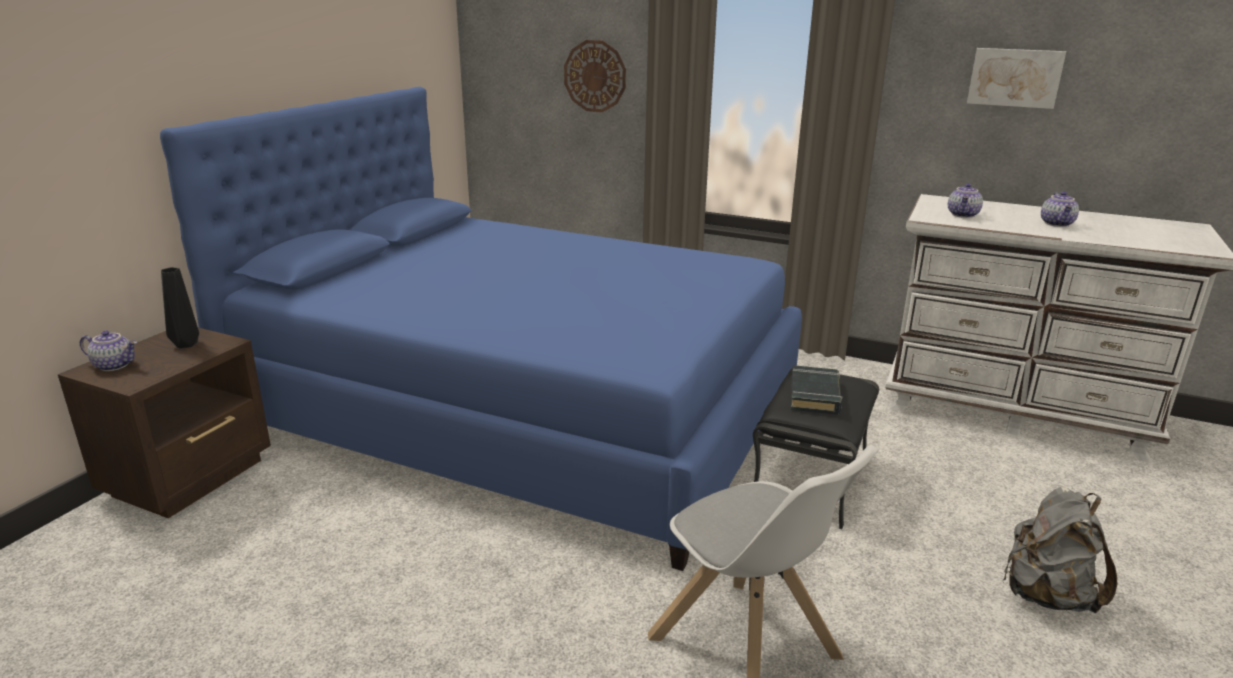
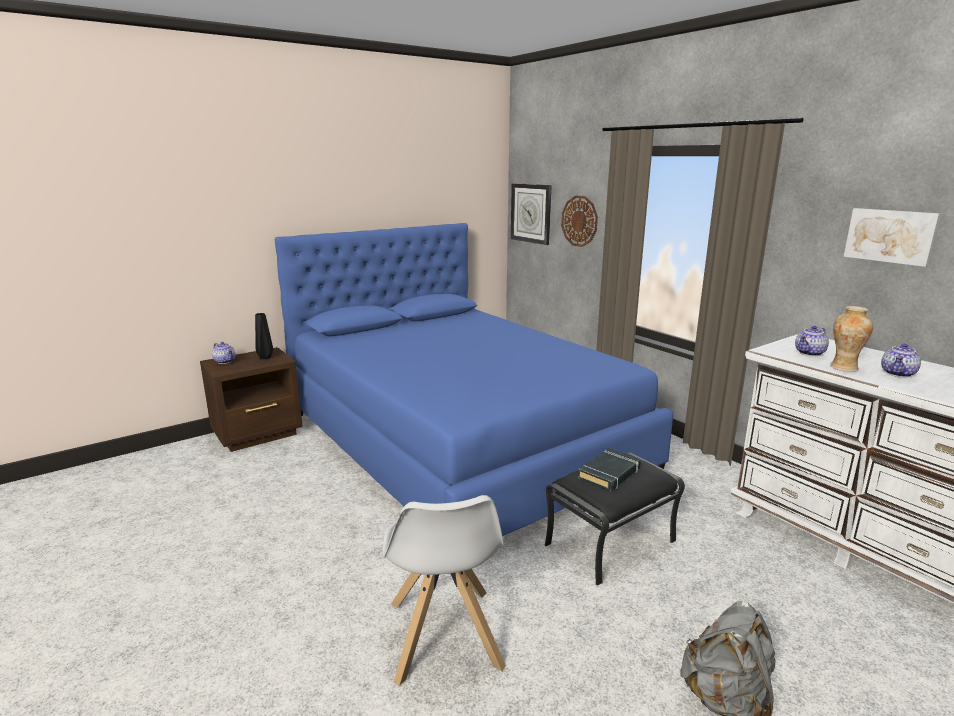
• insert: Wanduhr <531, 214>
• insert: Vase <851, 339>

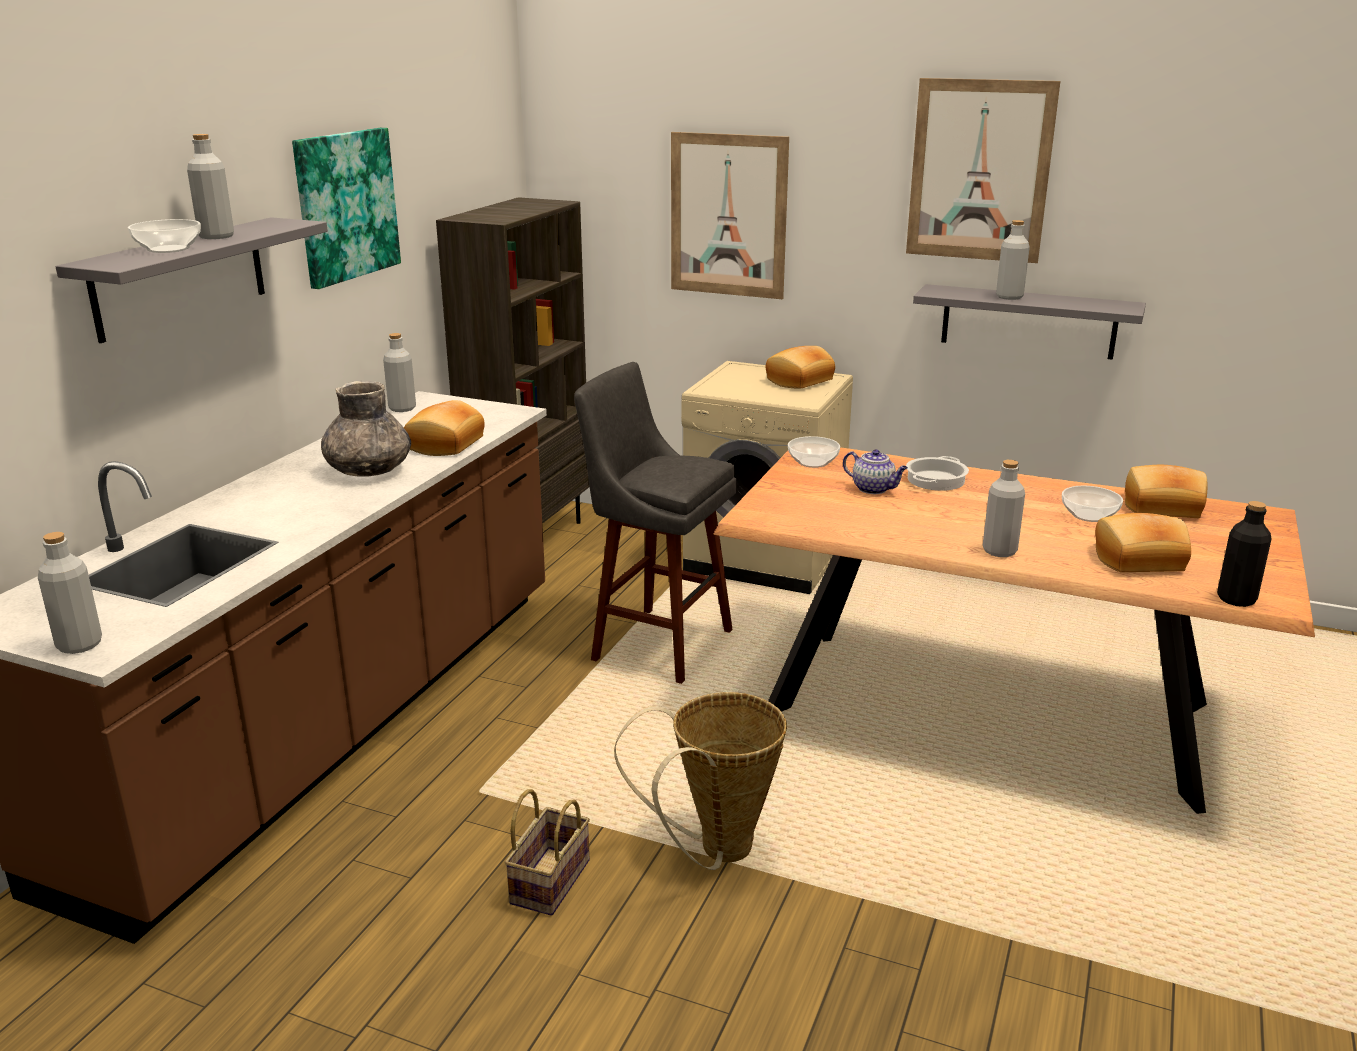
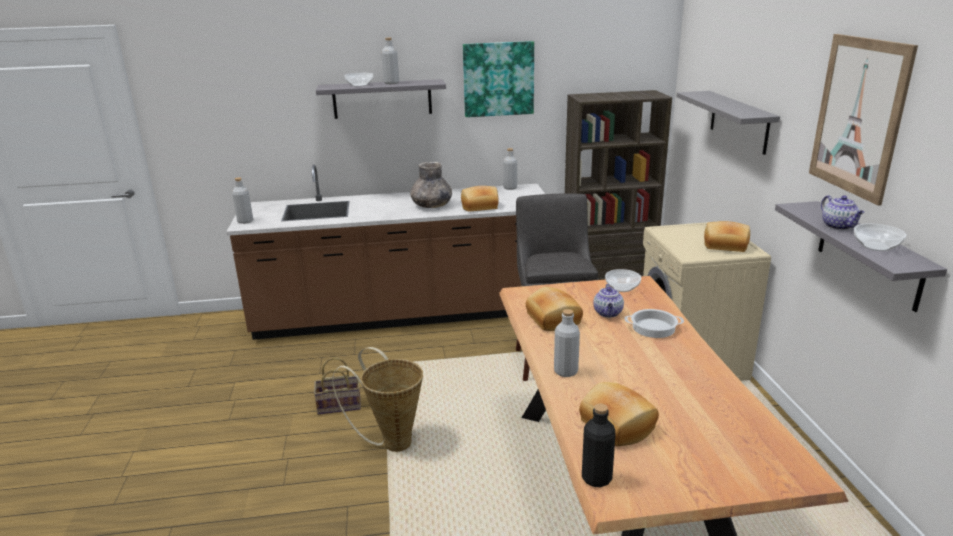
• replace: Bild <730, 215> to Wandregal [grau] <728, 123>
• replace: Flasche [grau] <1013, 260> to Teekanne <843, 212>
• move: Brot <1166, 491> to <554, 309>
• move: Schüssel <1092, 504> to <880, 237>

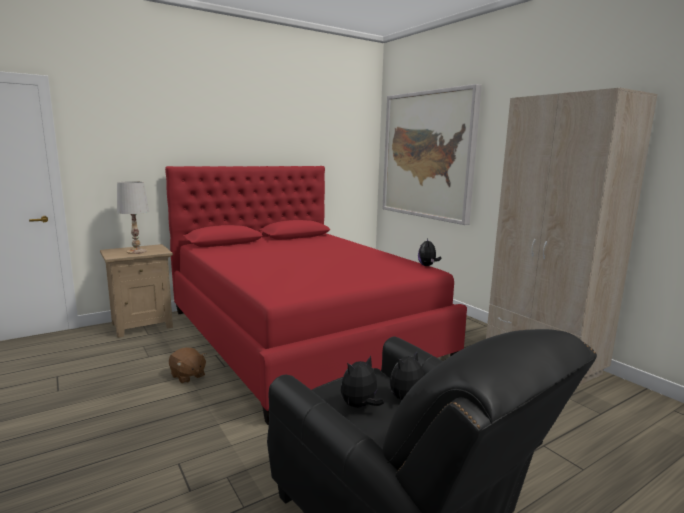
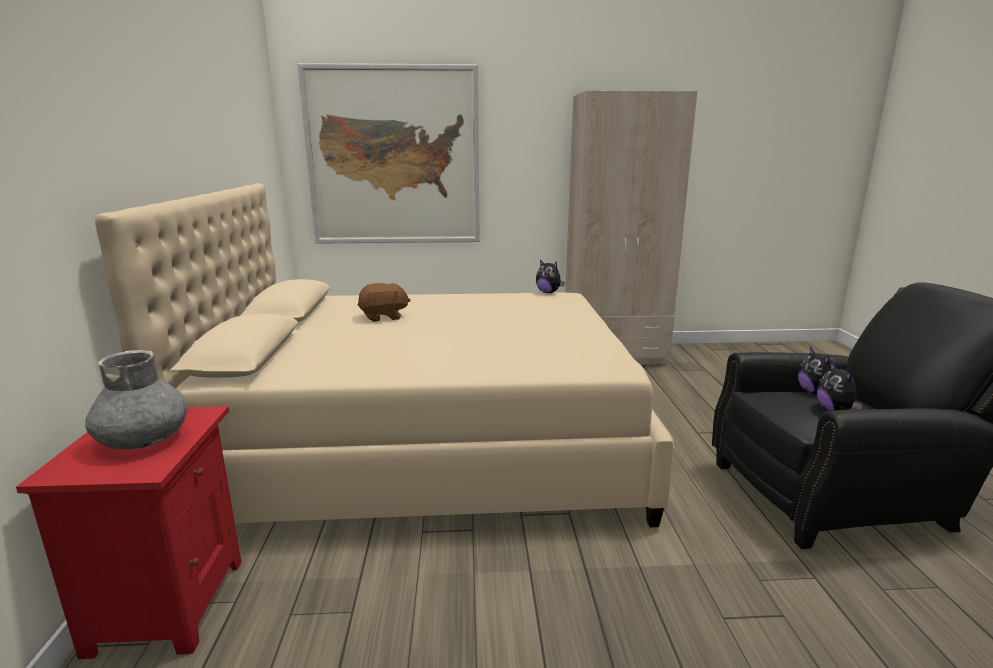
• recolor: Bett [rot] <316, 295> to Bett [beige] <384, 355>
• replace: Tischlampe [weiß] <133, 217> to Vase [grau] <136, 400>
• recolor: Nachttisch [beige] <136, 291> to Nachttisch [rot] <128, 532>
• move: Plüschtier [braun] <188, 365> to <384, 302>

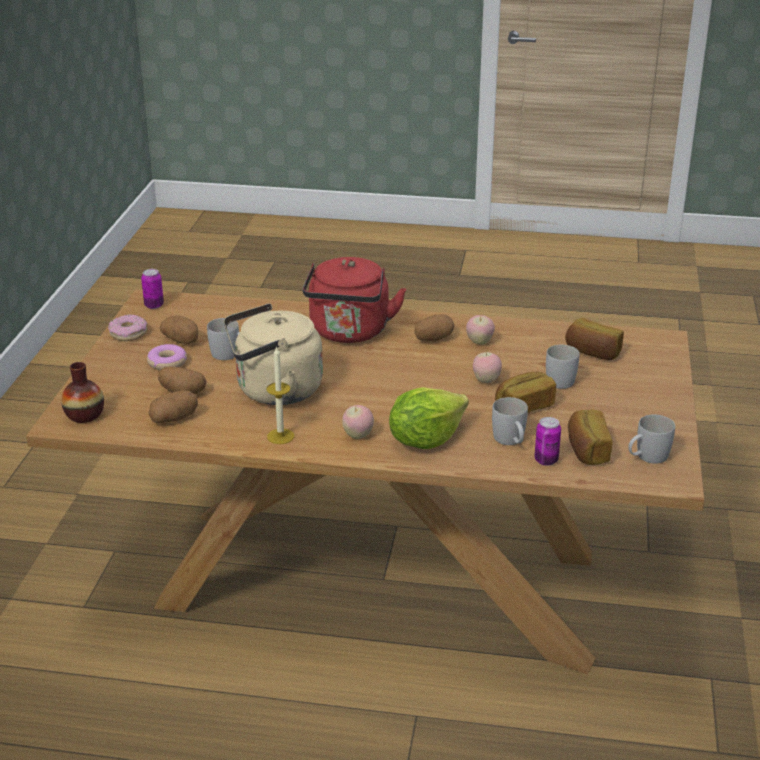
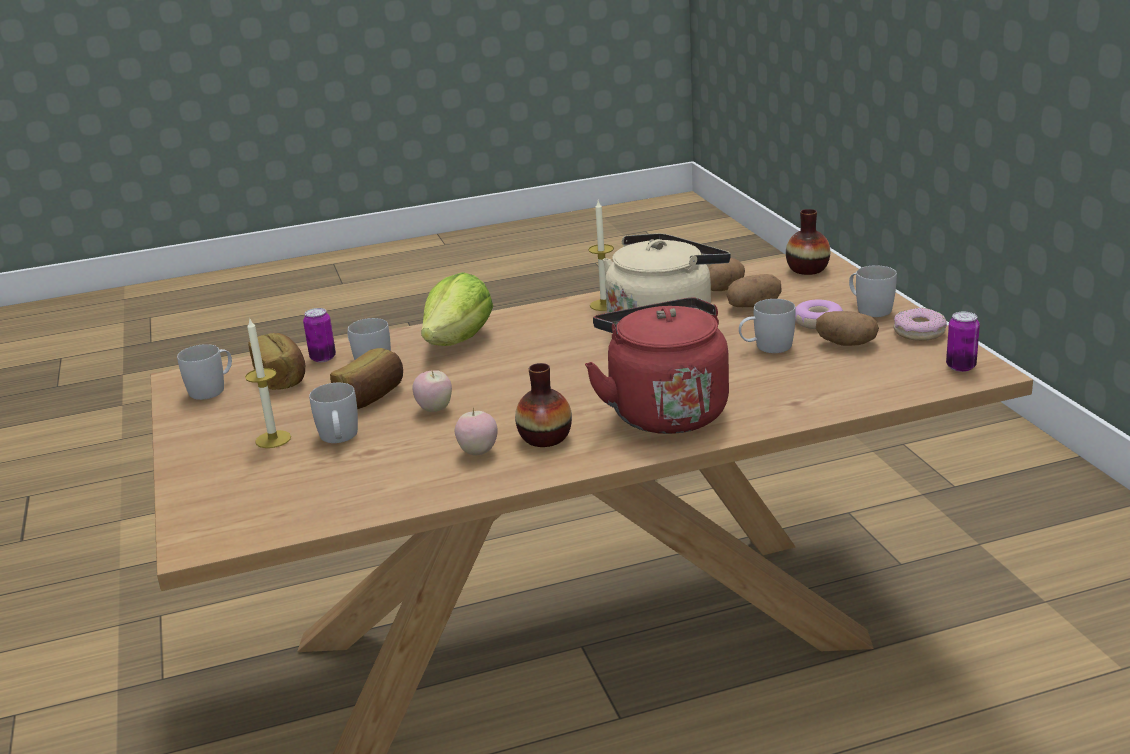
• replace: Kartoffel <434, 327> to Vase <543, 405>
• delete: Brot <594, 339>
• delete: Apfel <358, 422>
• insert: Henkelbecher [weiß] <873, 291>
• insert: Kerze <268, 382>

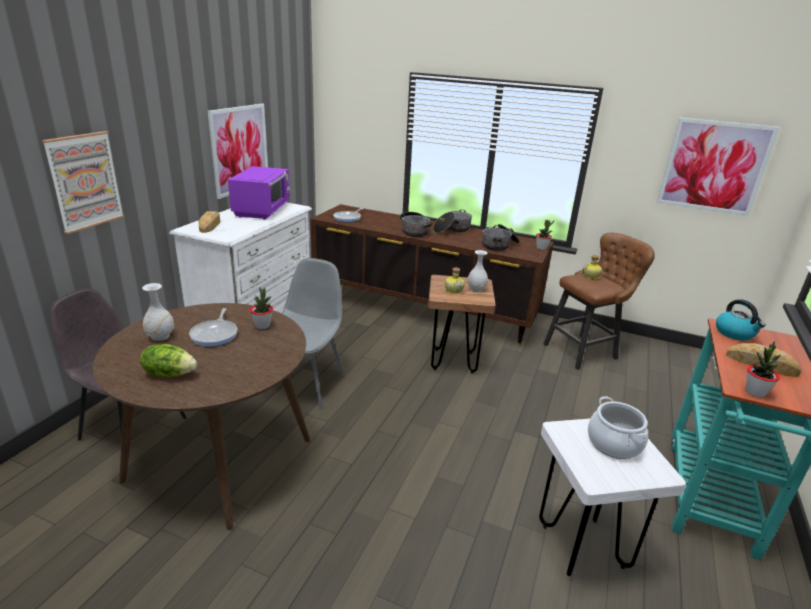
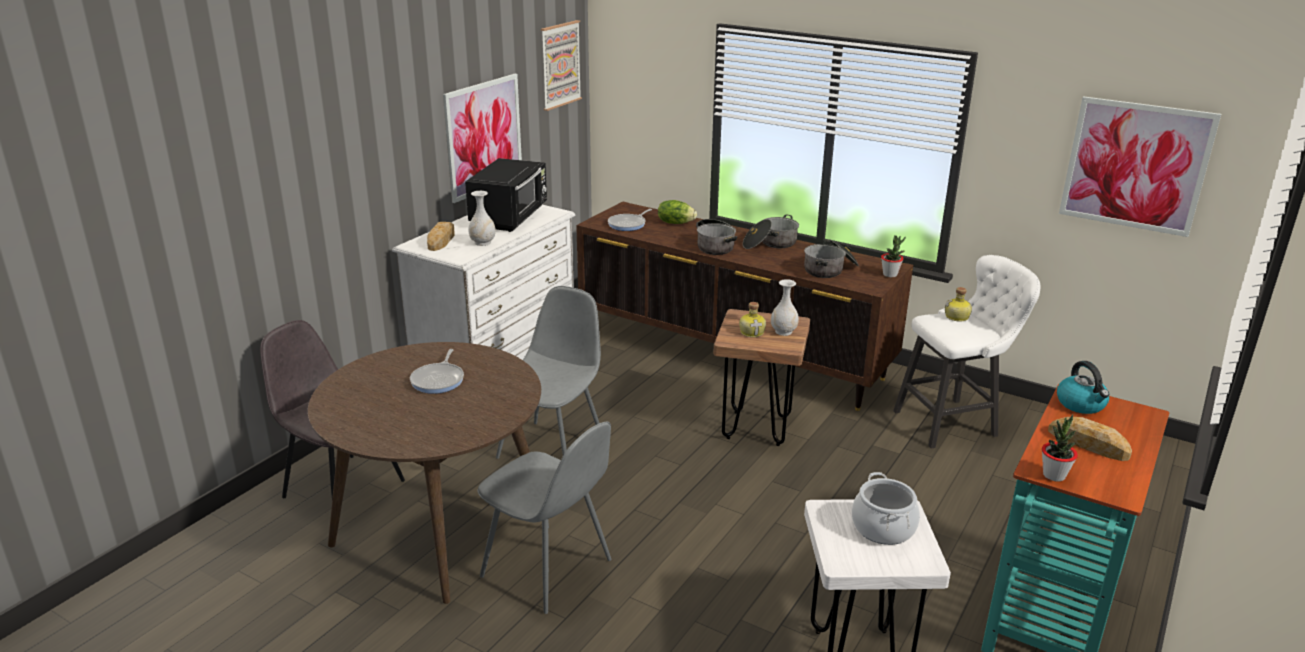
• move: Bild <83, 182> to <561, 65>
• recolor: Mikrowelle [lila] <259, 193> to Mikrowelle [schwarz] <506, 195>
• recolor: Hocker [braun] <599, 301> to Hocker [weiß] <966, 352>
• move: Vase [weiß] <158, 312> to <482, 218>
• delete: Topfpflanze <261, 308>
• move: Salatkopf <168, 360> to <677, 212>
• insert: Stuhl [grau] <544, 517>

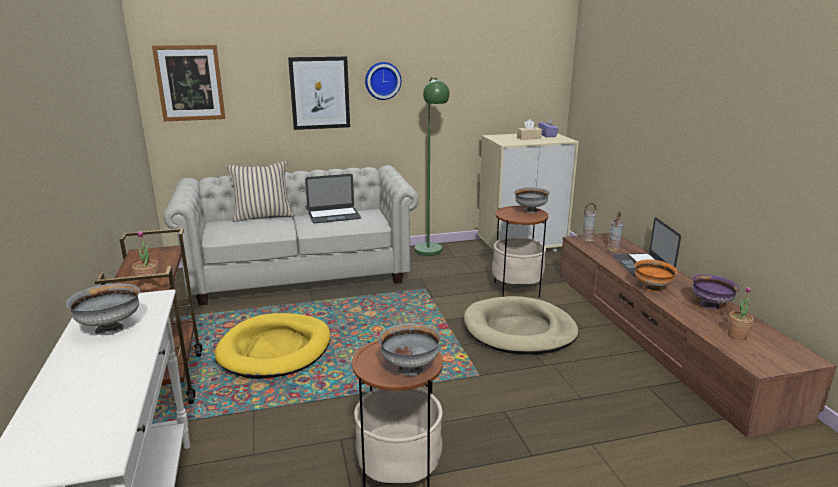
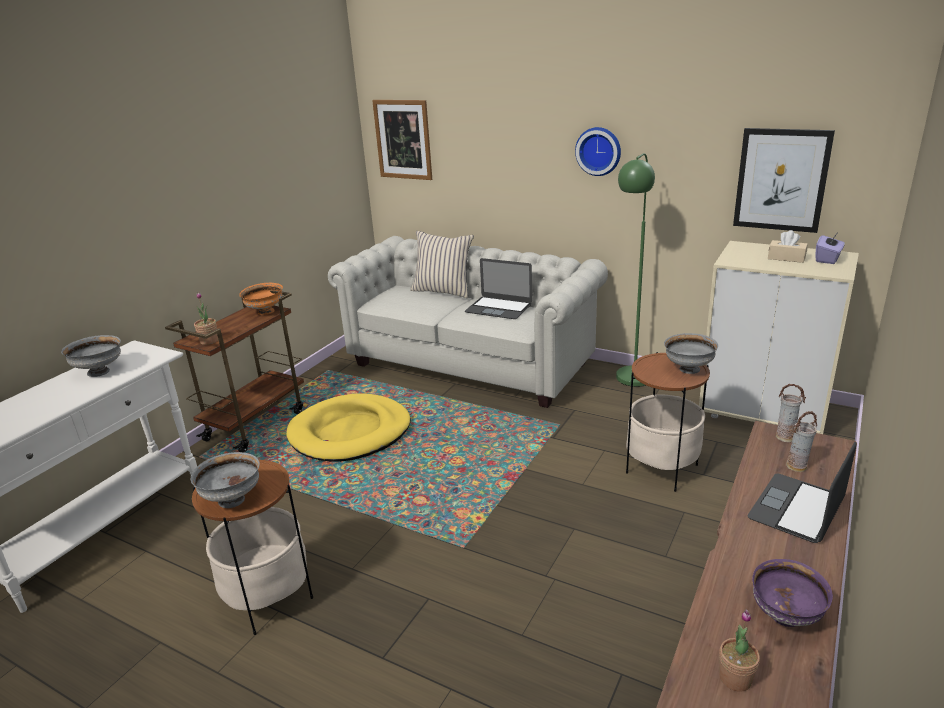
• move: Bild <319, 93> to <784, 180>
• move: Schüssel [orange] <656, 275> to <261, 299>
• delete: Hundebett [beige] <521, 325>

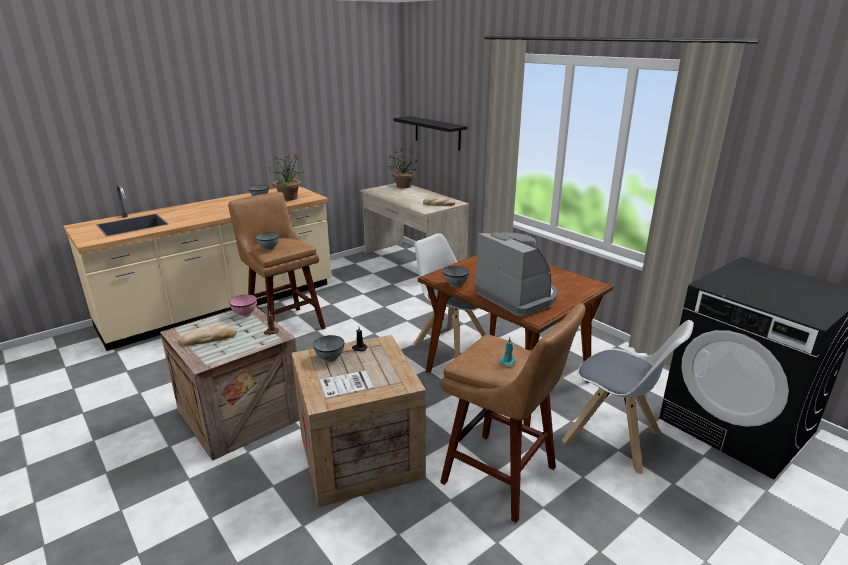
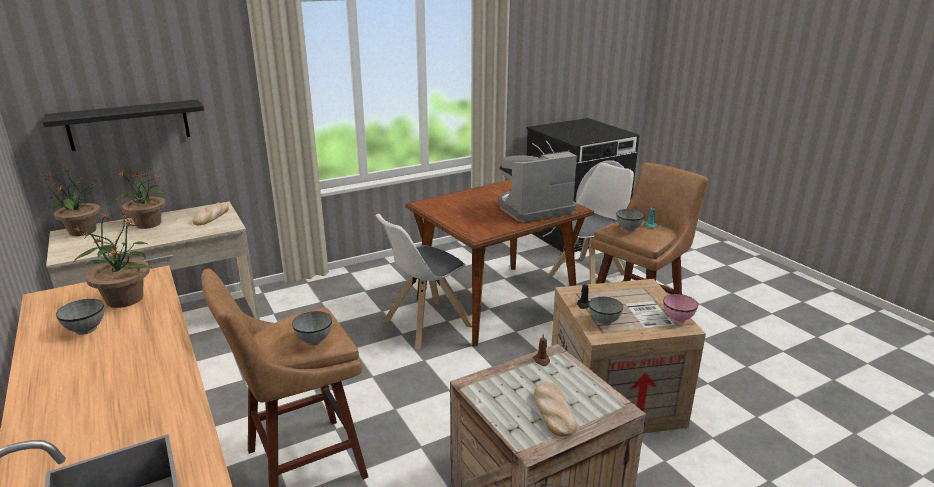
• move: Schüssel [grau] <456, 276> to <630, 220>
• move: Schüssel [rosa] <243, 305> to <680, 308>
• insert: Topfpflanze <142, 198>

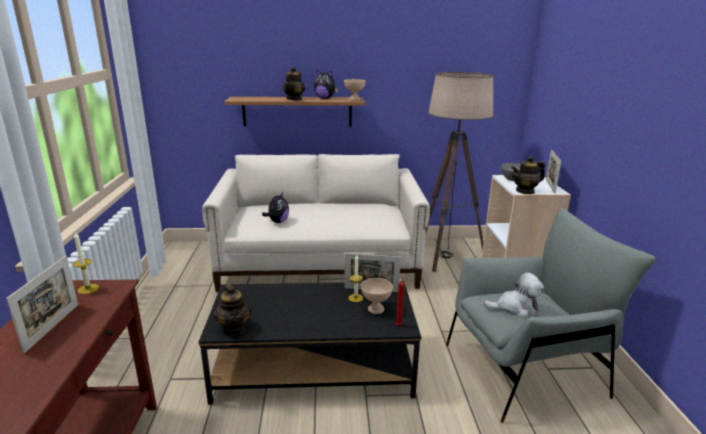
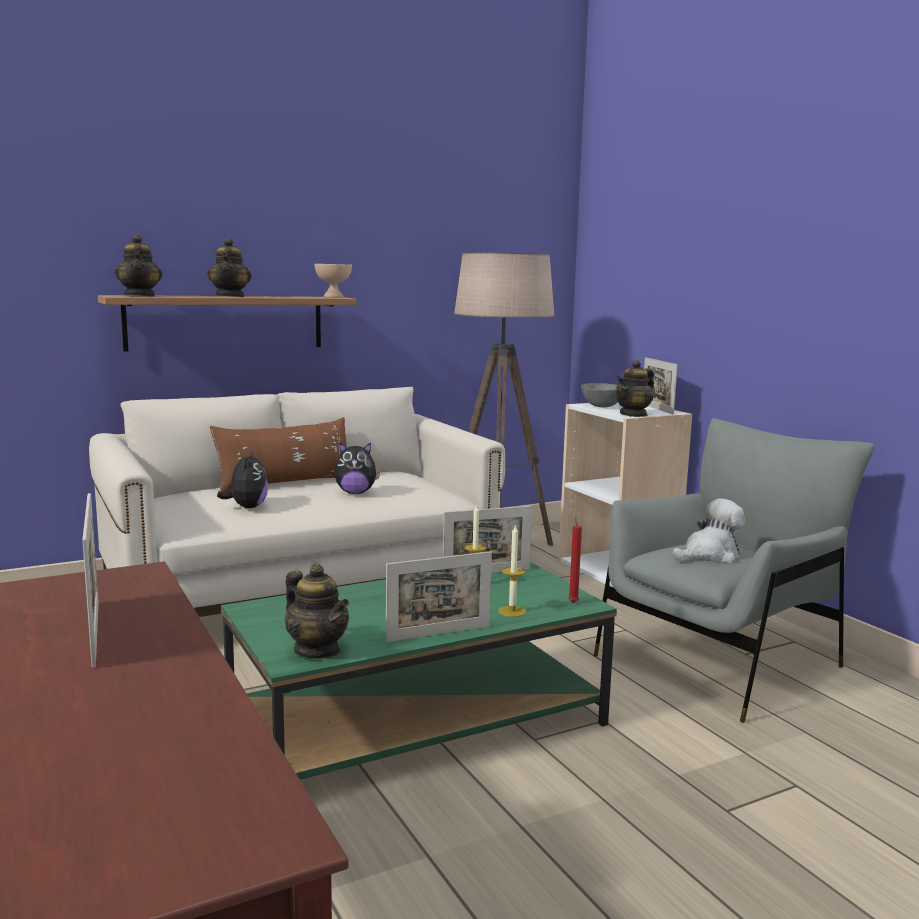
• move: Plüschtier <326, 85> to <357, 468>
• move: Kerze <86, 262> to <512, 570>
• delete: Schüssel [beige] <377, 296>
• recolor: Couchtisch [schwarz] <310, 343> to Couchtisch [grün] <419, 671>
• insert: Teekanne <138, 265>
• insert: Kissen [braun] <278, 454>
• insert: Bilderrahmen <439, 596>

